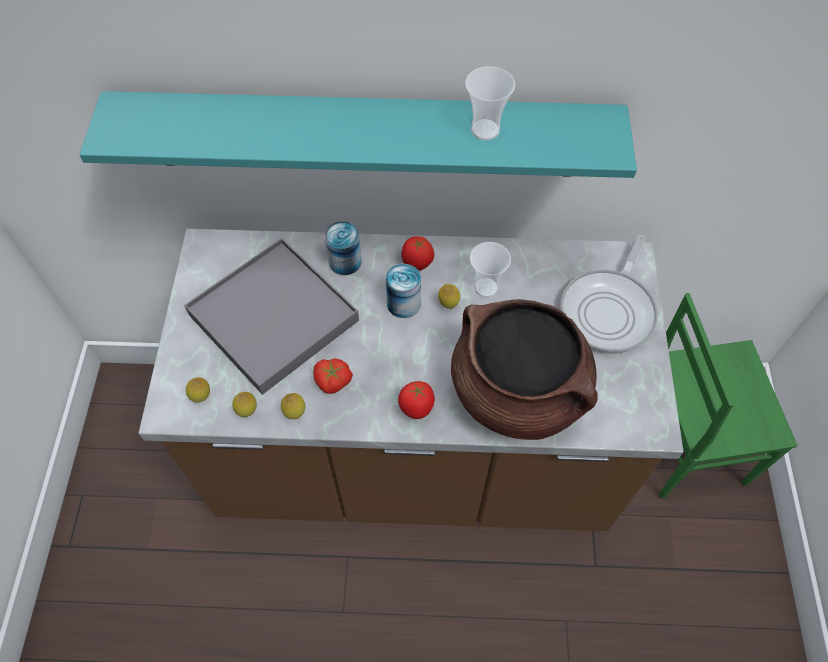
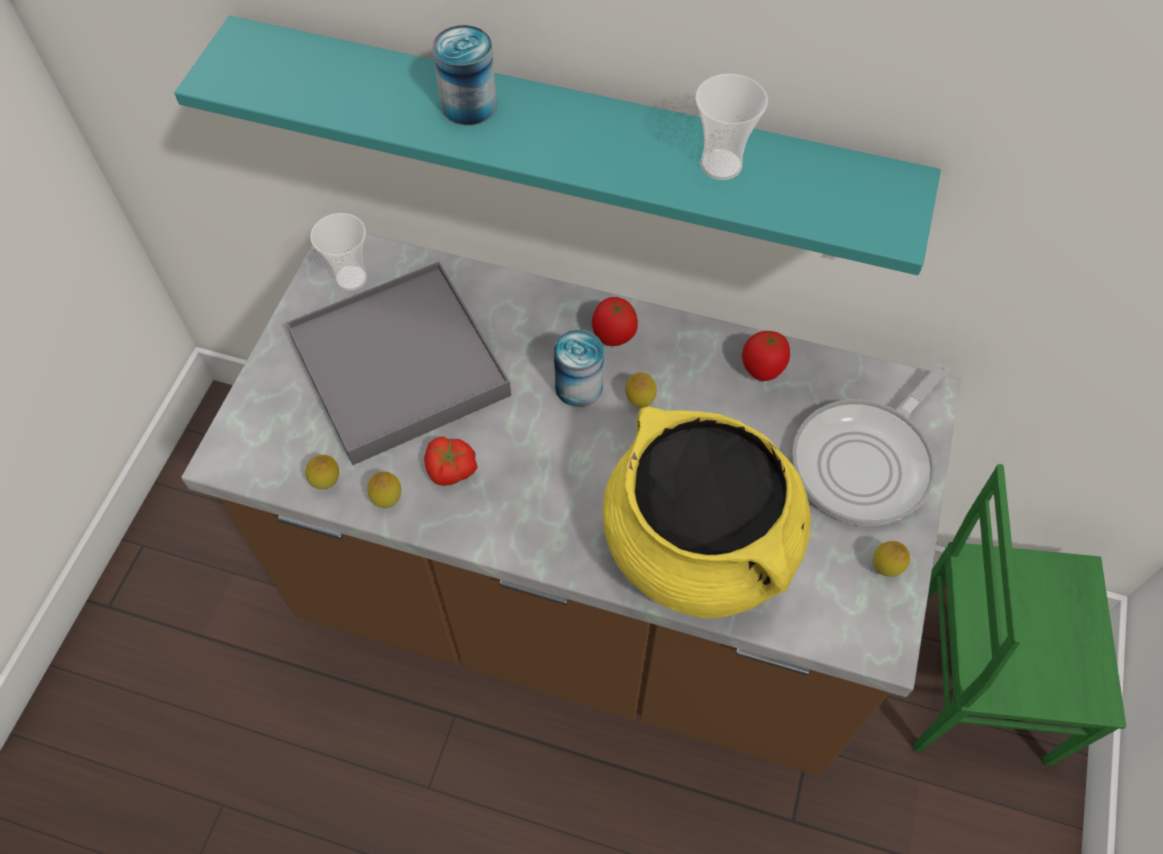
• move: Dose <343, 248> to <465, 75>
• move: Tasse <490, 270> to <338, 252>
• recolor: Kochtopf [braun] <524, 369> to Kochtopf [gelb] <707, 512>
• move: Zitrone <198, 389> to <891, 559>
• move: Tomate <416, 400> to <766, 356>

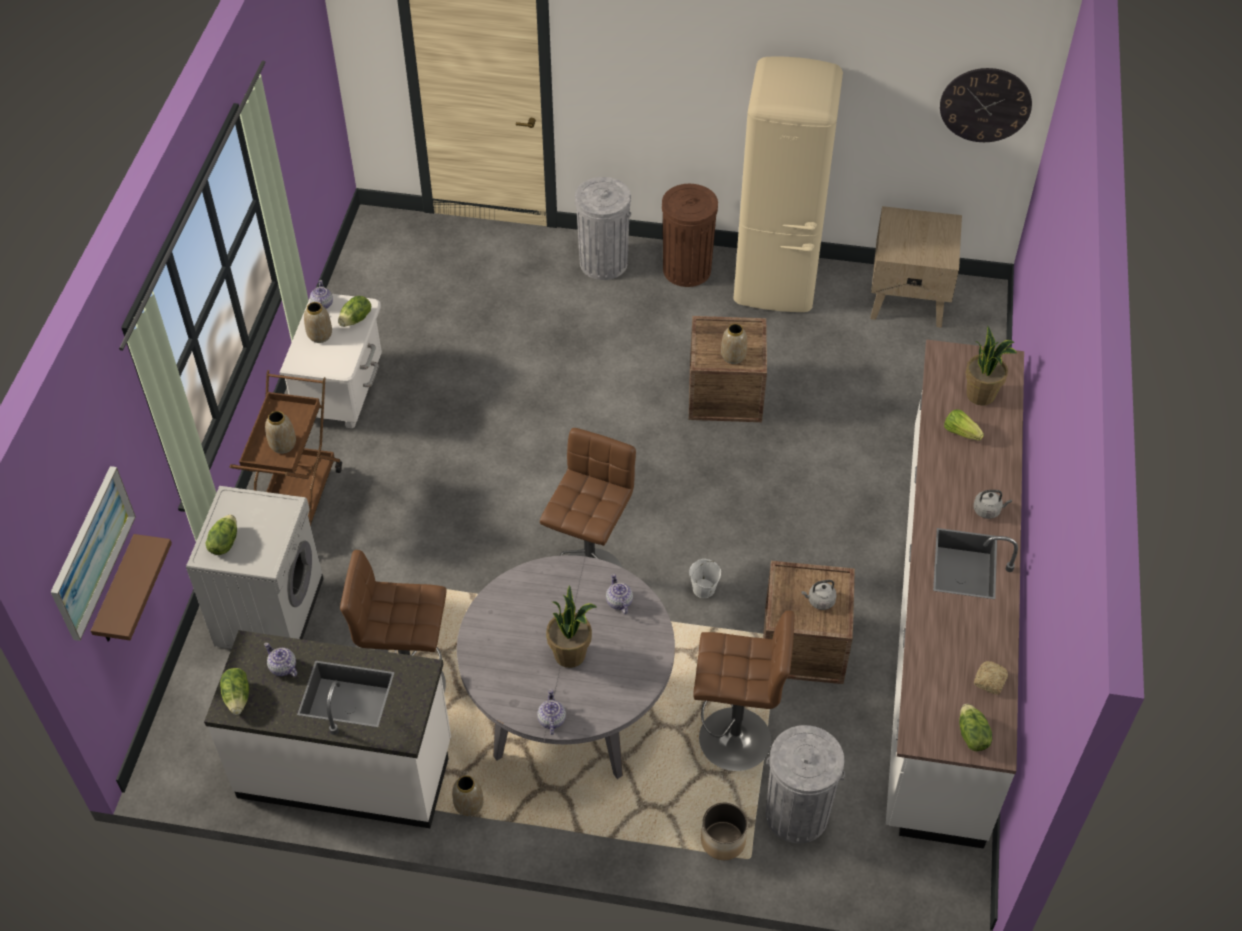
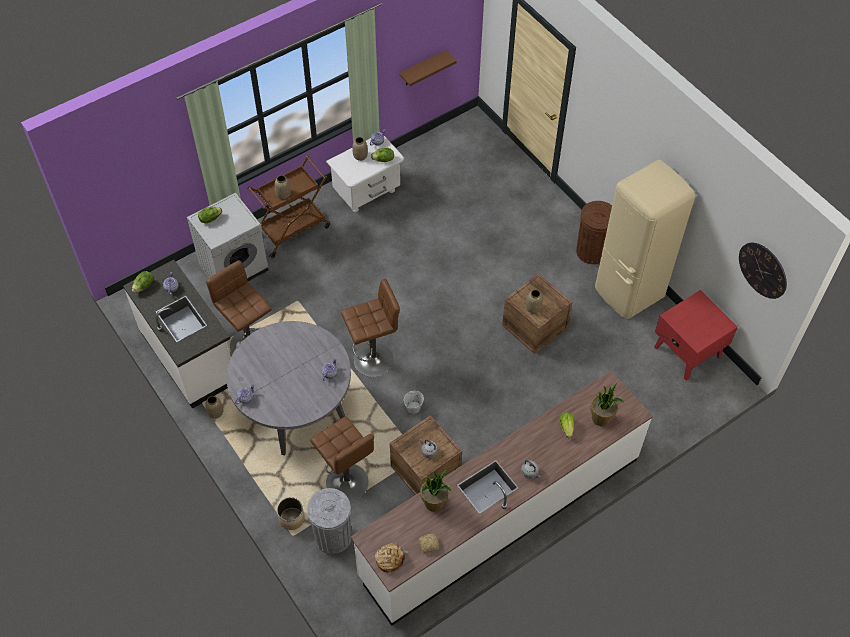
• delete: Mülleimer [grau] <603, 228>
• recolor: Nachttisch [beige] <916, 267> to Nachttisch [rot] <696, 335>
• delete: Bild <93, 553>
• move: Wandregal [braun] <131, 588> to <428, 68>
• move: Topfpflanze <571, 626> to <436, 491>
• replace: Salatkopf <975, 727> to Brot <391, 557>

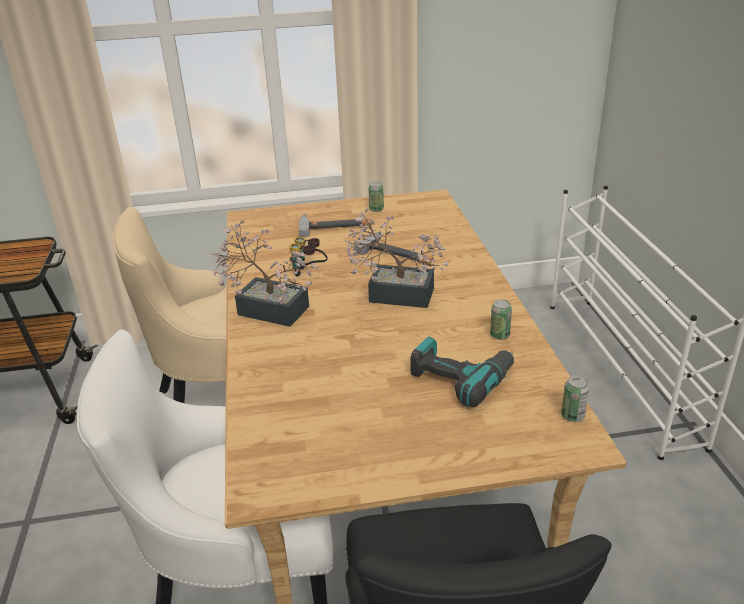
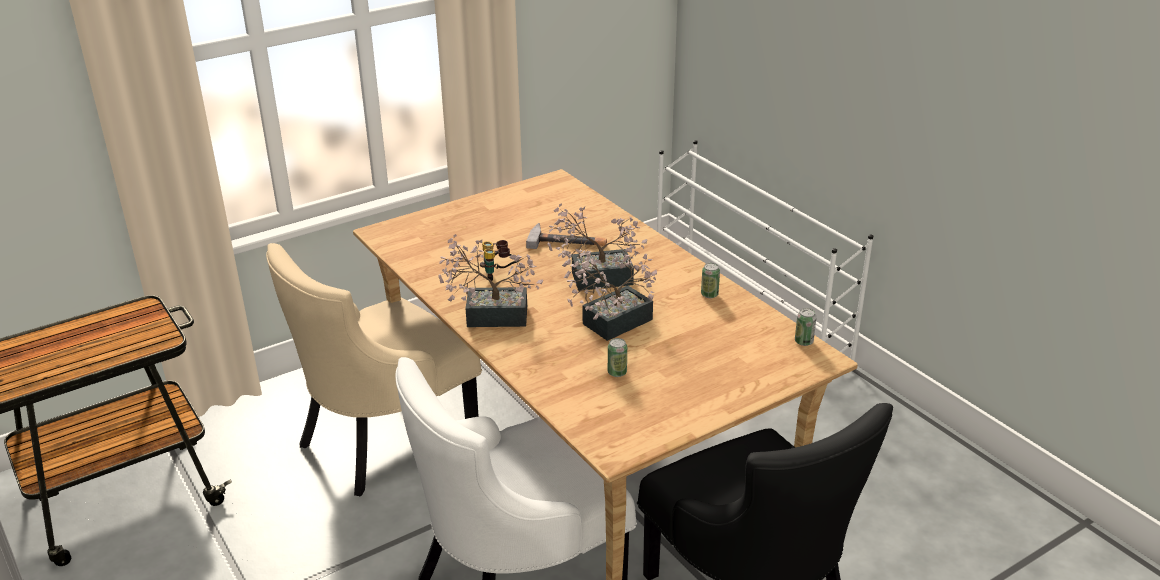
• move: Dose <376, 197> to <617, 357>
• delete: Hammer <336, 225>
• delete: Bohrmaschine <462, 372>
• insert: Topfpflanze <610, 296>

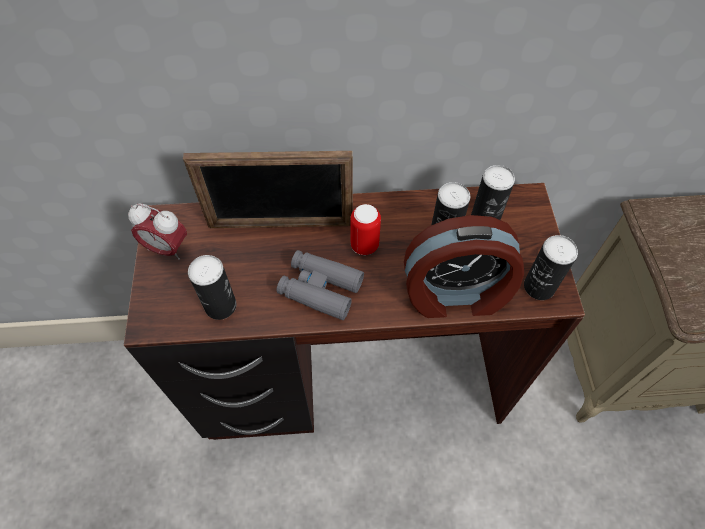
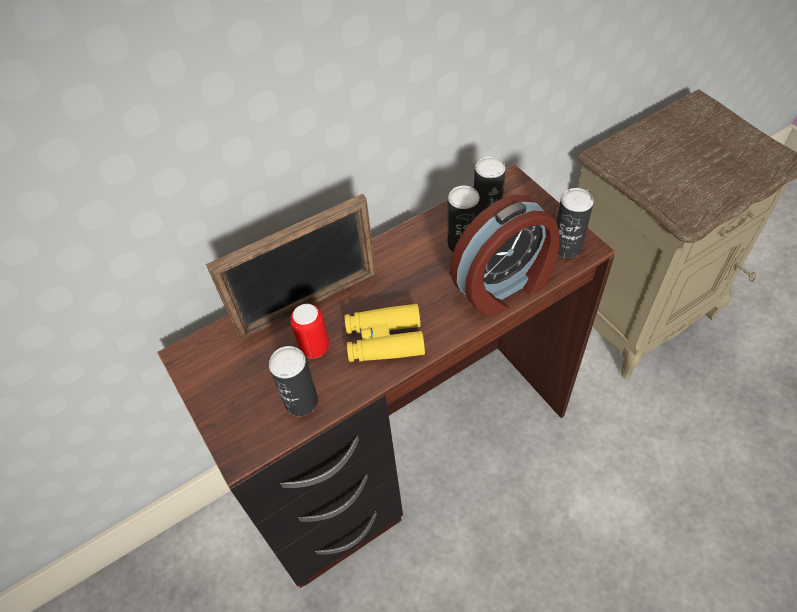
• delete: Wecker <157, 231>
• move: Dose <365, 229> to <309, 331>
• recolor: Fernglas [grau] <320, 285> to Fernglas [gelb] <384, 333>

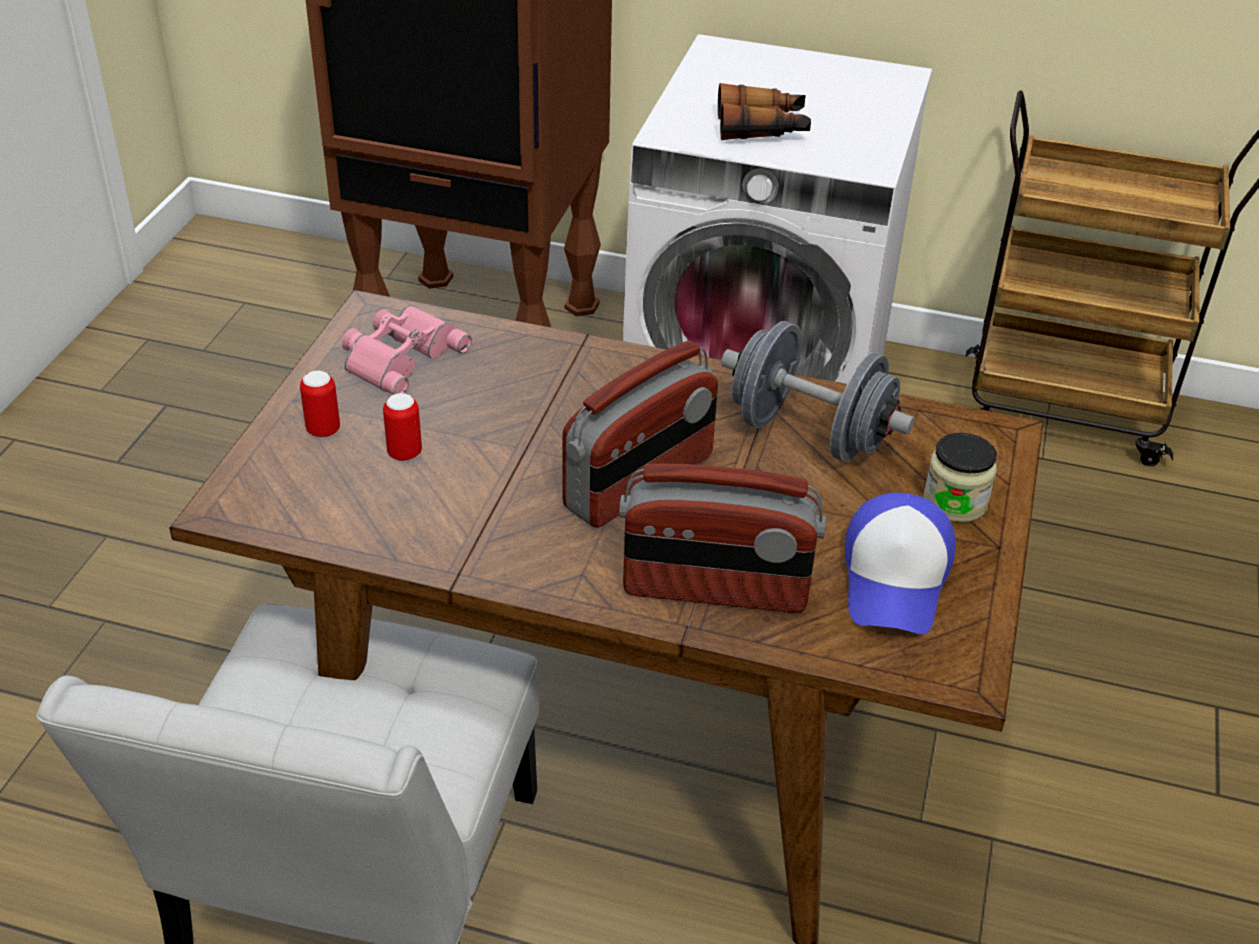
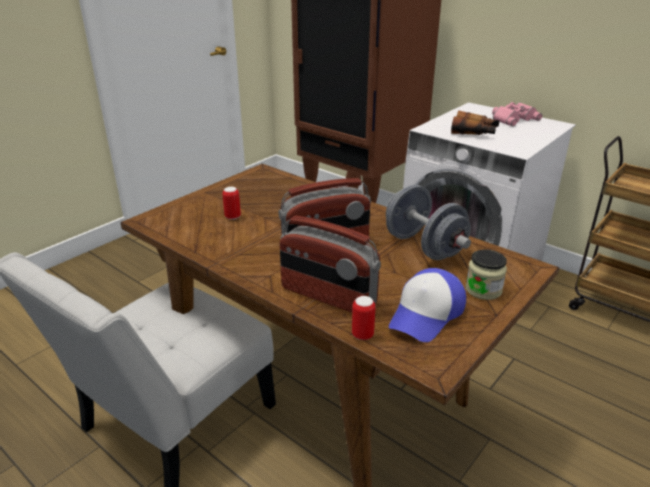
• move: Fernglas [rosa] <407, 350> to <517, 114>
• move: Dose <320, 404> to <364, 318>

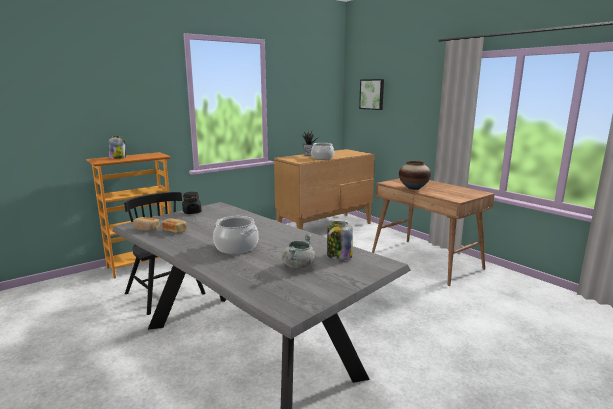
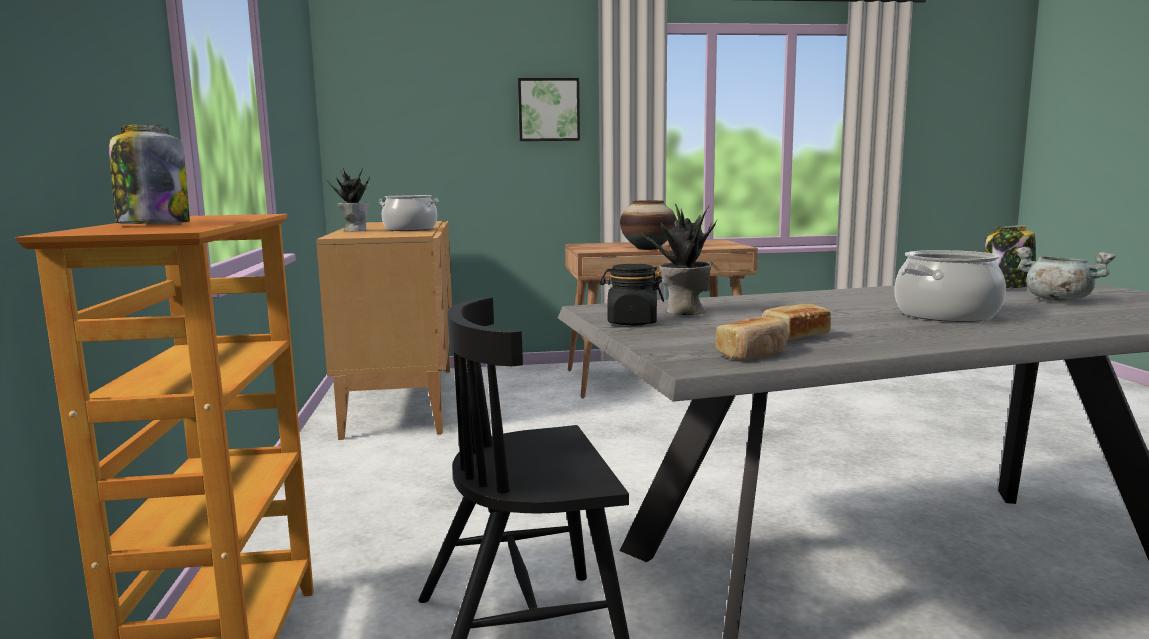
• move: Bild <371, 94> to <549, 109>
• insert: Topfpflanze <679, 259>

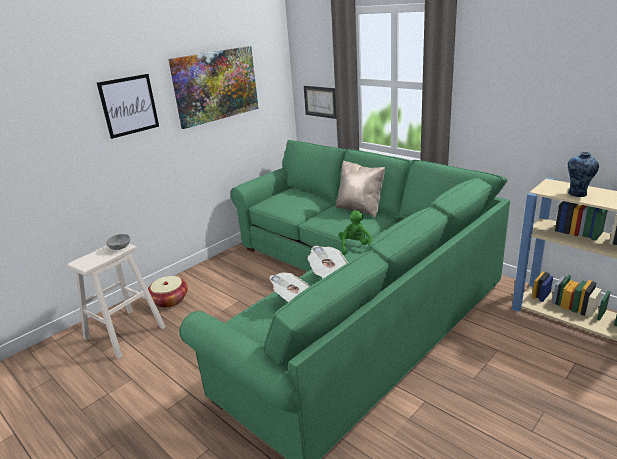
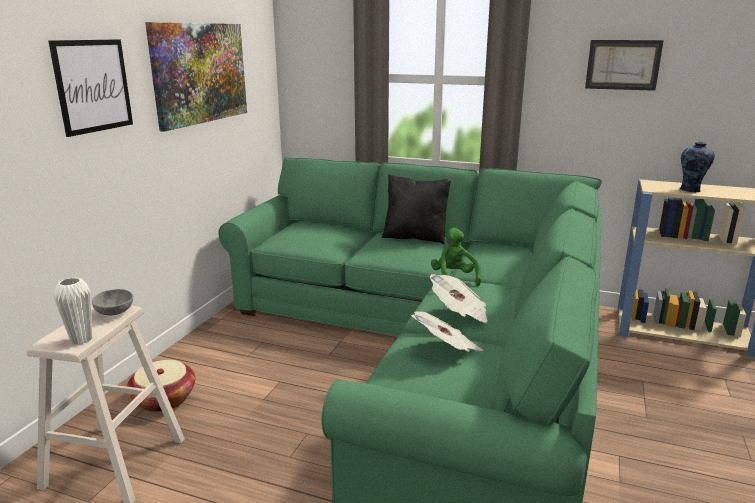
• move: Bild <320, 102> to <624, 65>
• recolor: Kissen [beige] <360, 189> to Kissen [schwarz] <416, 209>
• insert: Vase [weiß] <73, 311>

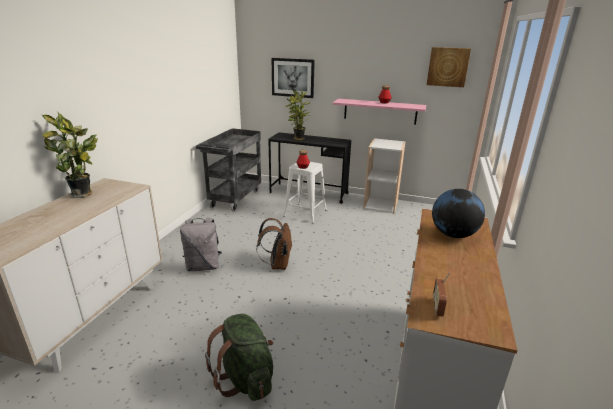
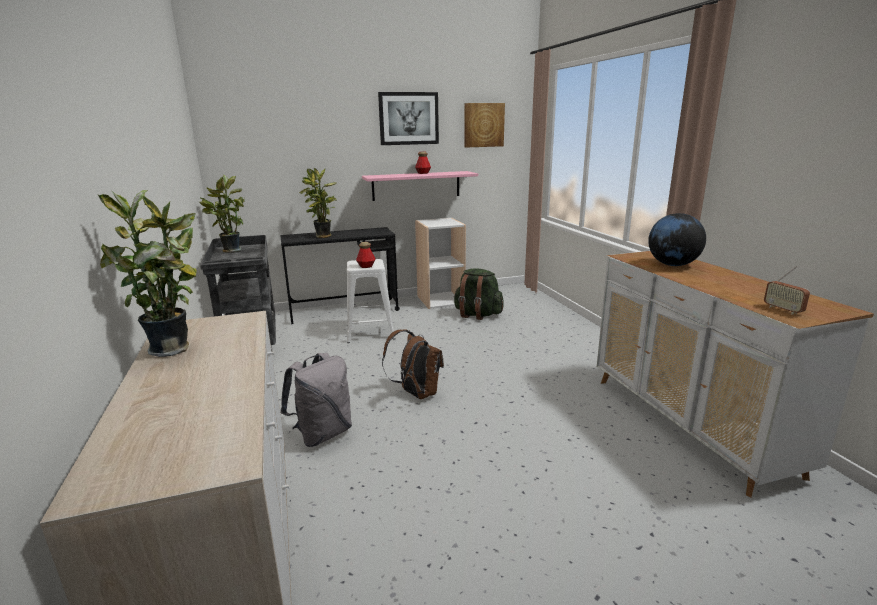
• move: Bild <293, 78> to <408, 118>
• move: Rucksack [grün] <239, 357> to <478, 294>
• insert: Topfpflanze <222, 213>

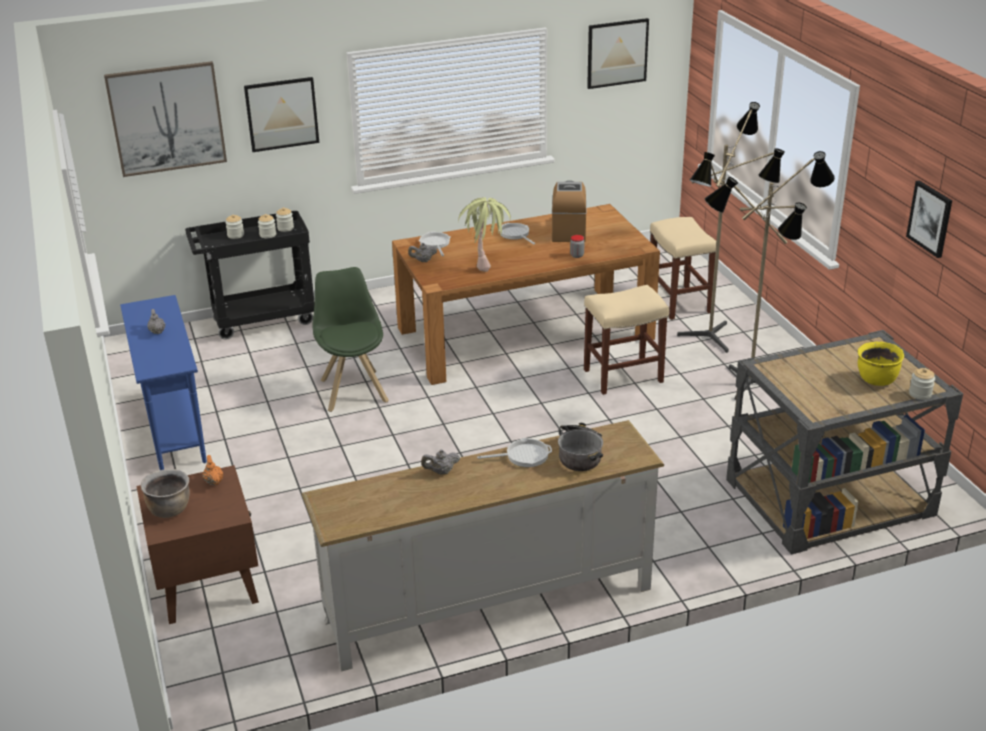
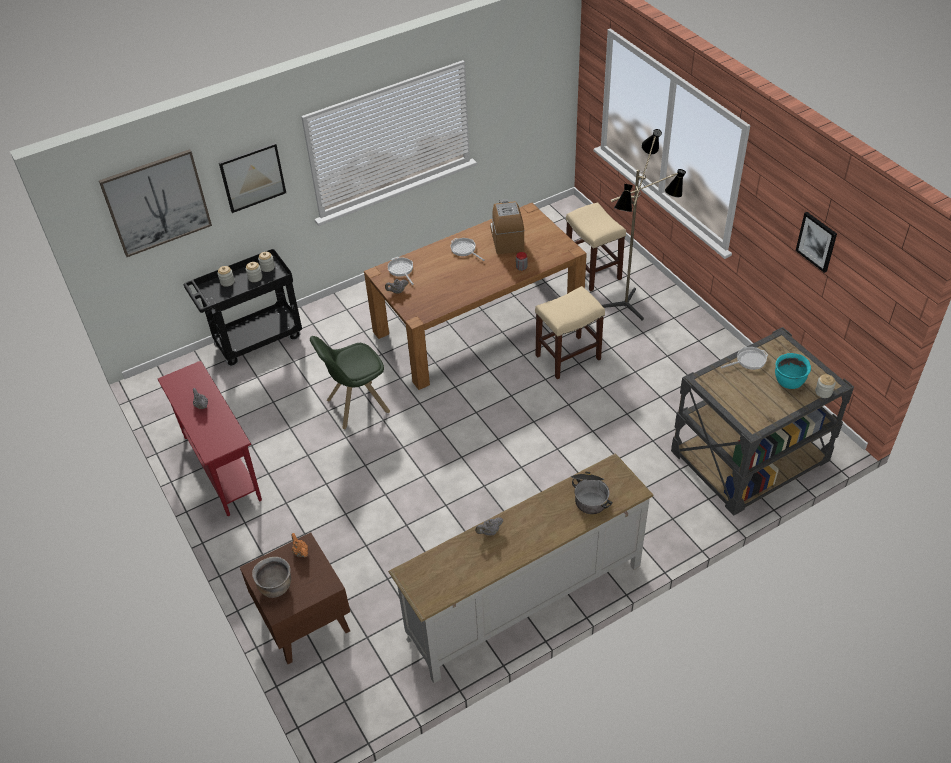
• delete: Bild <618, 53>
• delete: Stehlampe <770, 275>
• delete: Topfpflanze <484, 235>
• rotate: Stuhl [grün] <351, 339> = <350, 382> 90 degrees counterclockwise
• recolor: Konsolentisch [blau] <163, 382> to Konsolentisch [rot] <210, 438>
• recolor: Kochtopf [gelb] <881, 364> to Kochtopf [türkis] <793, 371>
• move: Pfanne <514, 452> to <744, 358>

